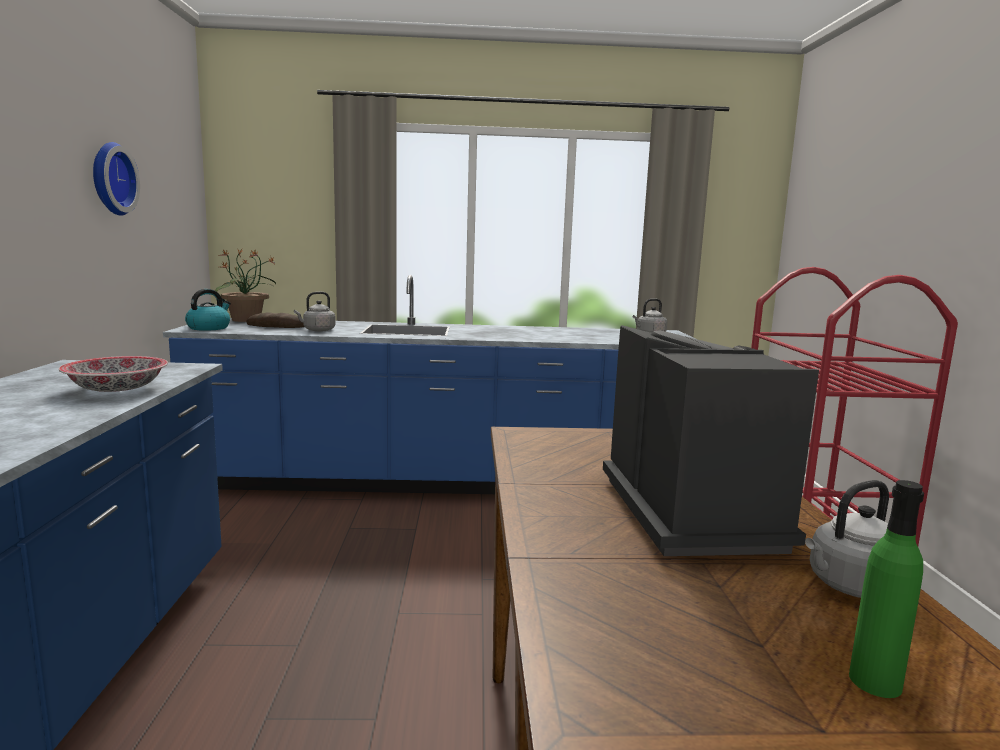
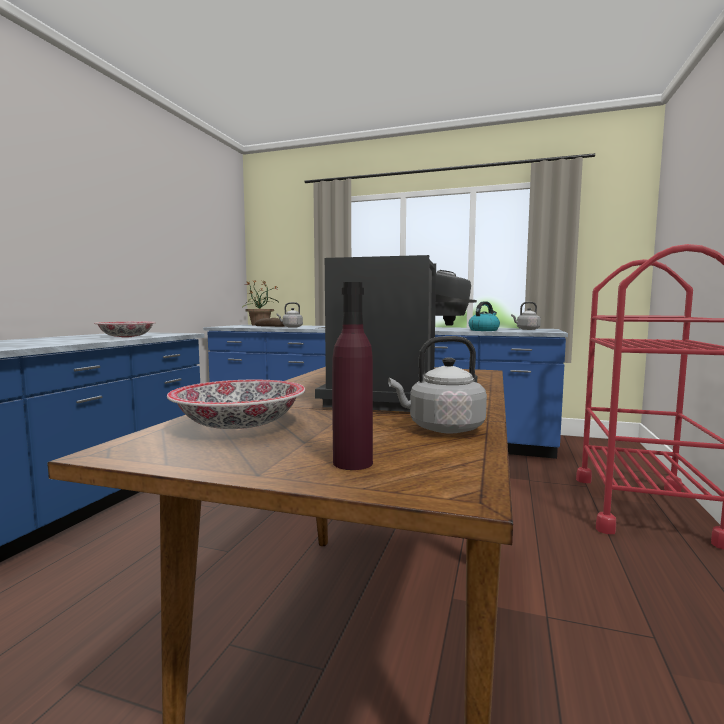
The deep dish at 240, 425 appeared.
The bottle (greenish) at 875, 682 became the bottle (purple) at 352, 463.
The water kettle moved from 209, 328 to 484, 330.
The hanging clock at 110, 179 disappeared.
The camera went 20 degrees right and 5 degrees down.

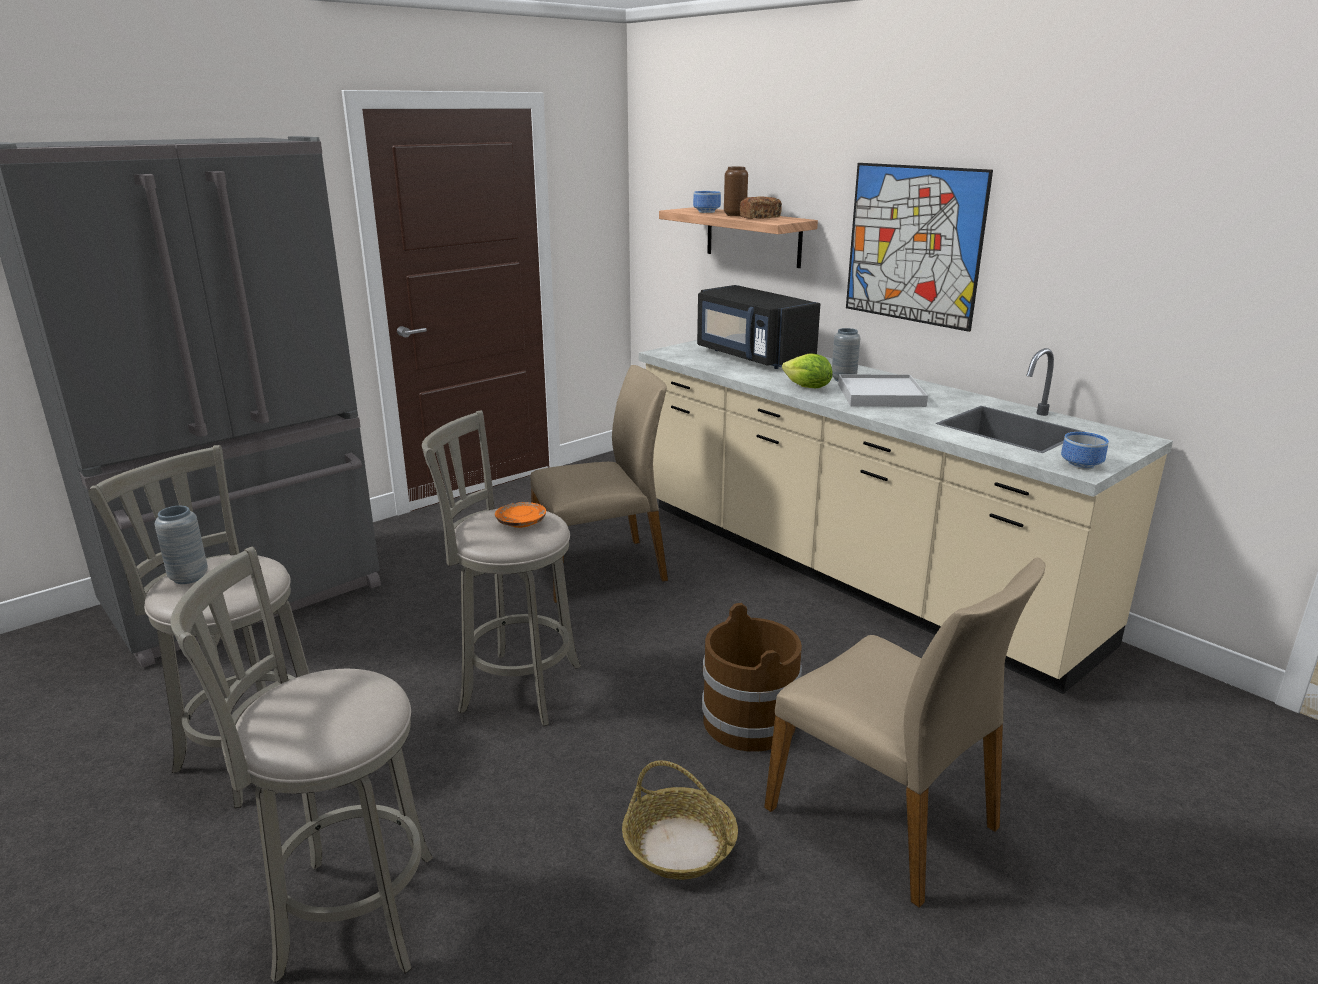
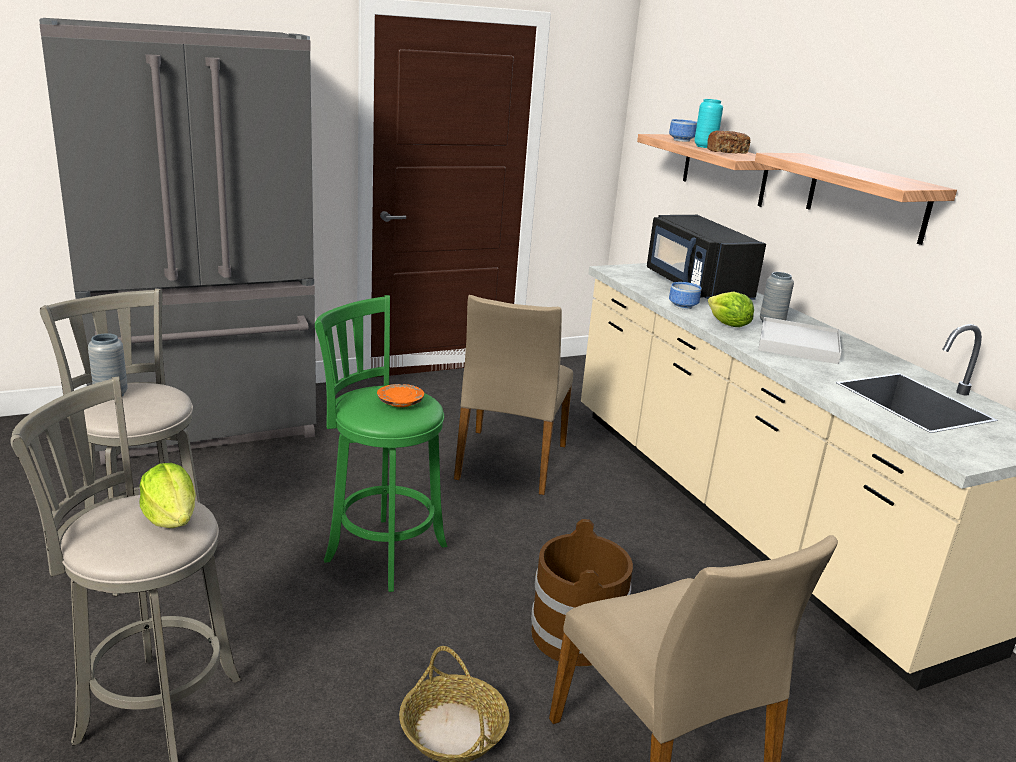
The head of lettuce at 171, 518 appeared.
The sitting stool (gray) at 514, 687 became the sitting stool (greenish) at 381, 551.
The chair (beige) at 600, 568 turned 105 degrees clockwise.
The deep dish moved from 1079, 464 to 682, 306.
The vase (brown) at 735, 215 became the vase (turquoise-coloured) at 705, 146.
The wall picture at 913, 244 was replaced by the shelf at 867, 197.
The camera went 15 degrees right and 0 degrees up.

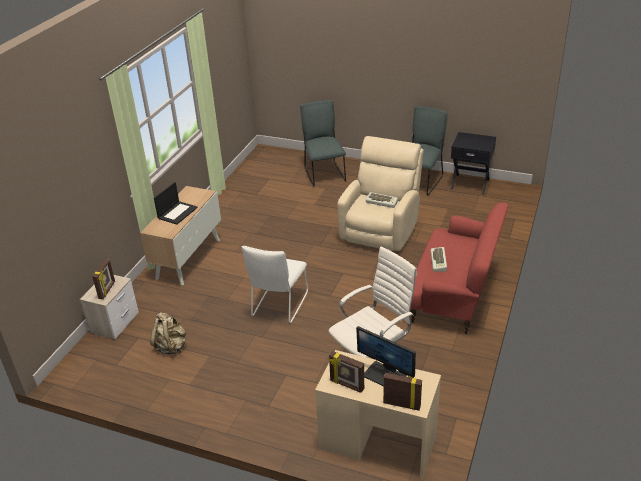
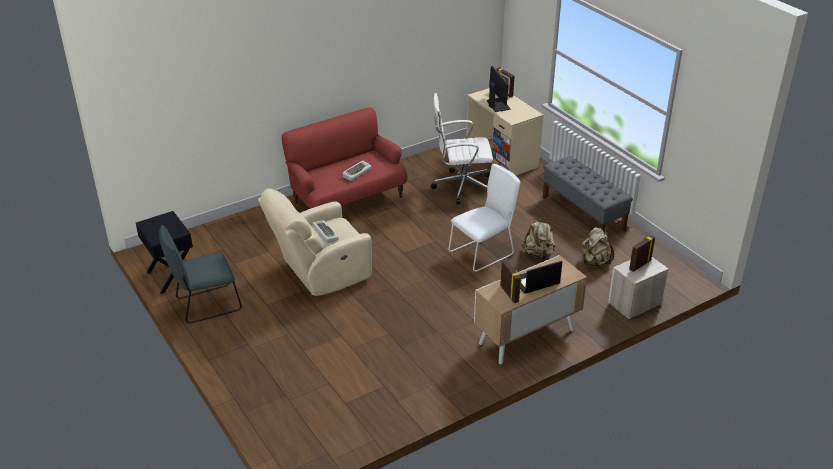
The standing frame moved from 346, 385 to 509, 293.
The rucksack (beige) at 538, 254 appeared.
The long seat (gray) at 583, 214 appeared.
The chair (gray) at 324, 173 disappeared.
The camera went 145 degrees left and 0 degrees up.

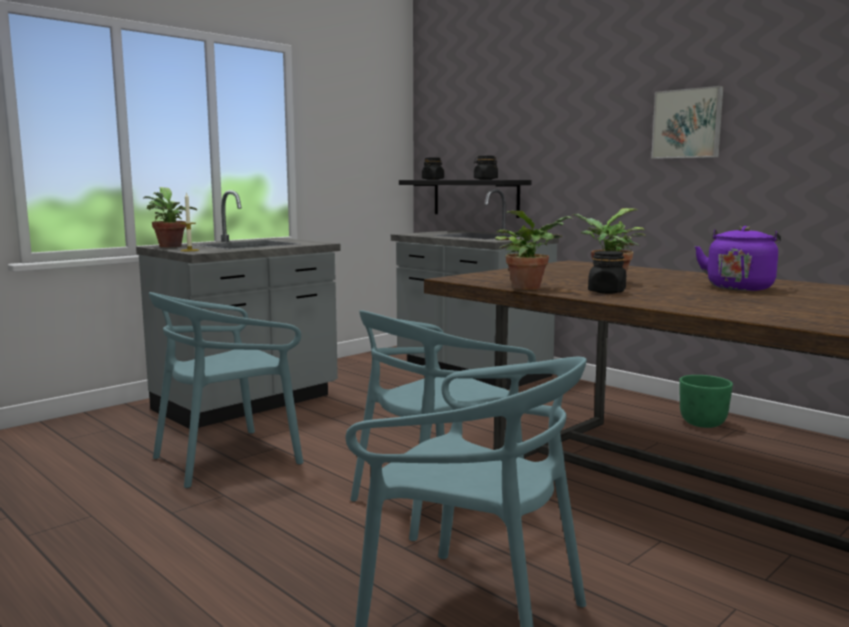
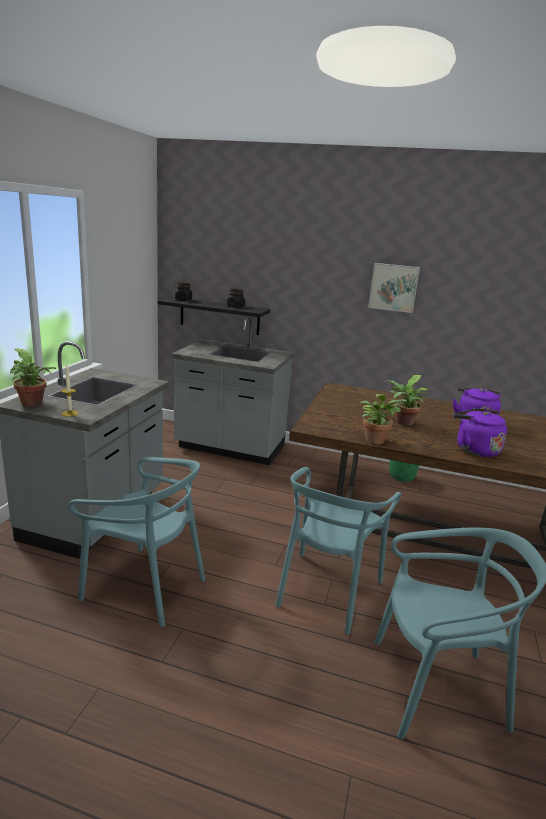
The chair (turquoise-coloured) at 227, 458 turned 90 degrees counterclockwise.
The water kettle (purple) at 474, 449 appeared.
The storage jar (black) at 606, 292 disappeared.
The camera went 30 degrees left and 10 degrees up.

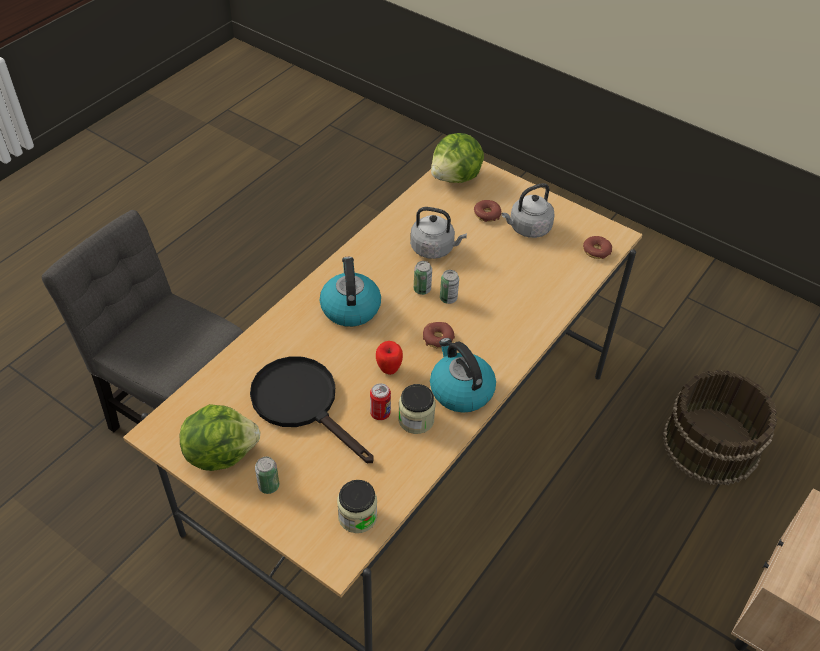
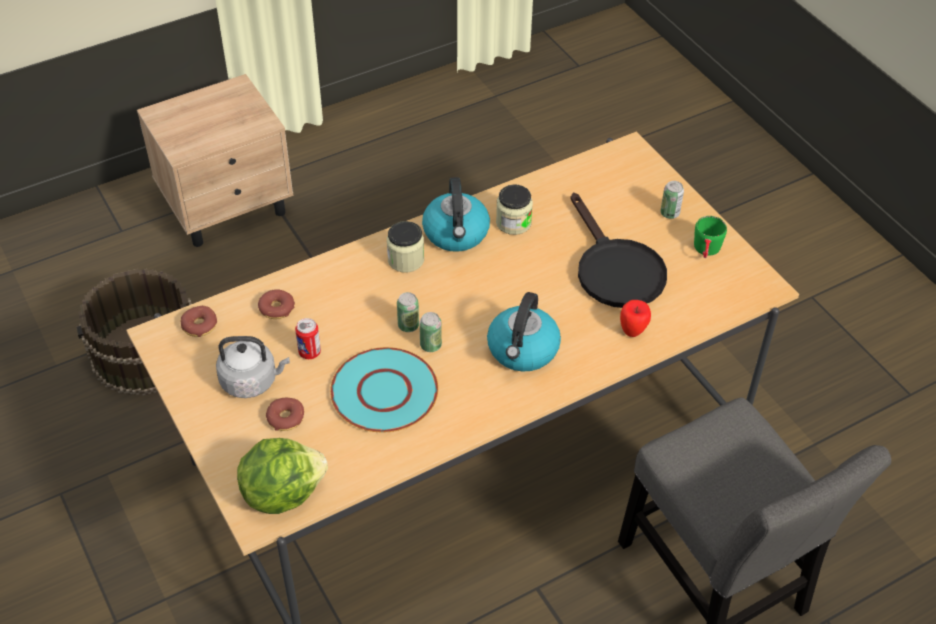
The ring doughnut moved from 438, 338 to 276, 308.
The sealed can moved from 380, 413 to 309, 352.
The water kettle (gray) at 434, 248 was replaced by the plate (turquoise-coloured) at 383, 392.
The storage jar moved from 357, 516 to 406, 260.
The apple moved from 389, 369 to 633, 331.
The head of lettuce at 220, 453 was replaced by the coffee mug (greenish) at 706, 251.
The camera went 155 degrees left and 0 degrees up.

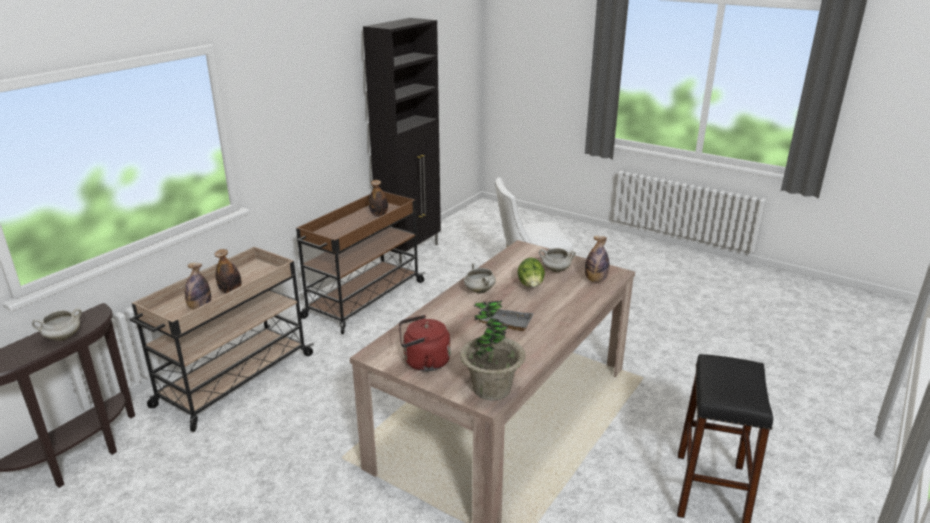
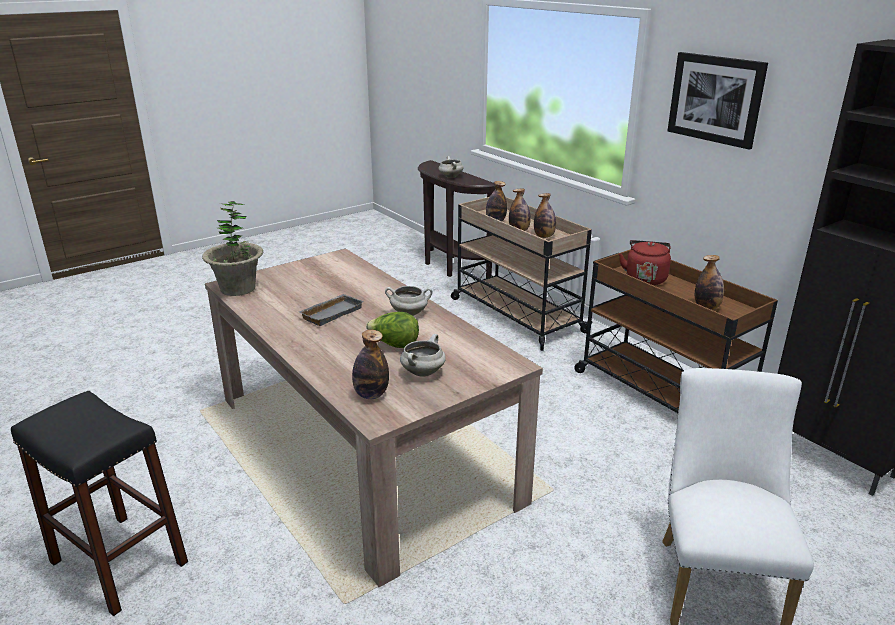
The bottle at 544, 236 appeared.
The water kettle (reddish) moved from 423, 362 to 645, 278.
The wall picture at 715, 99 appeared.
The camera went 110 degrees right and 0 degrees up.

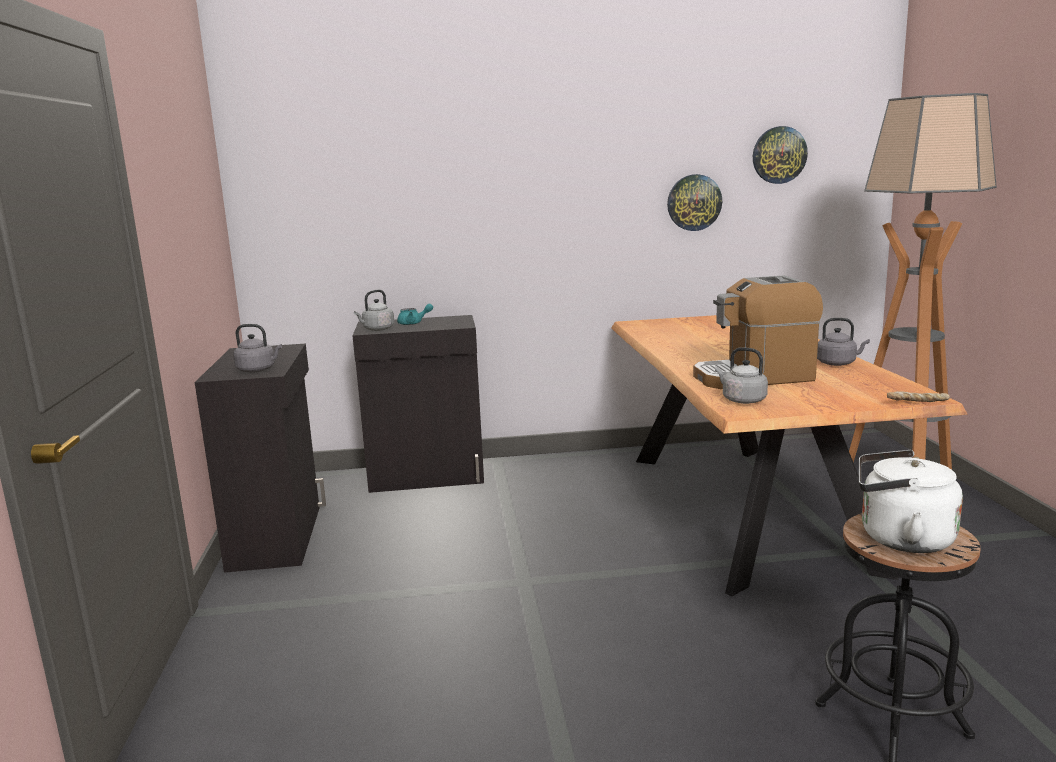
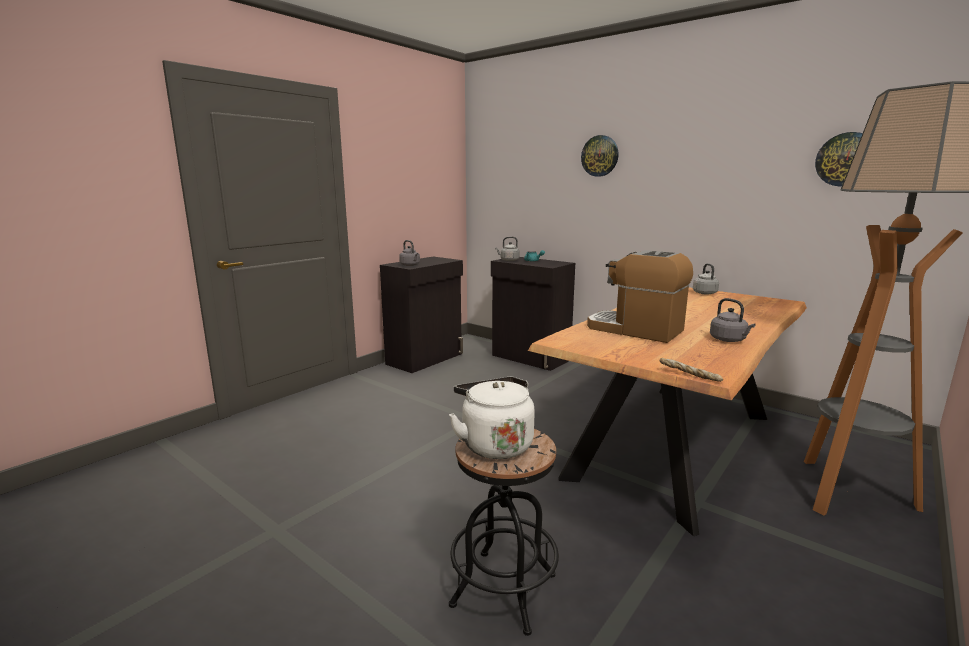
The hanging clock moved from 694, 202 to 600, 156.
The water kettle (gray) moved from 741, 400 to 704, 293.
The camera went 45 degrees right and 0 degrees up.

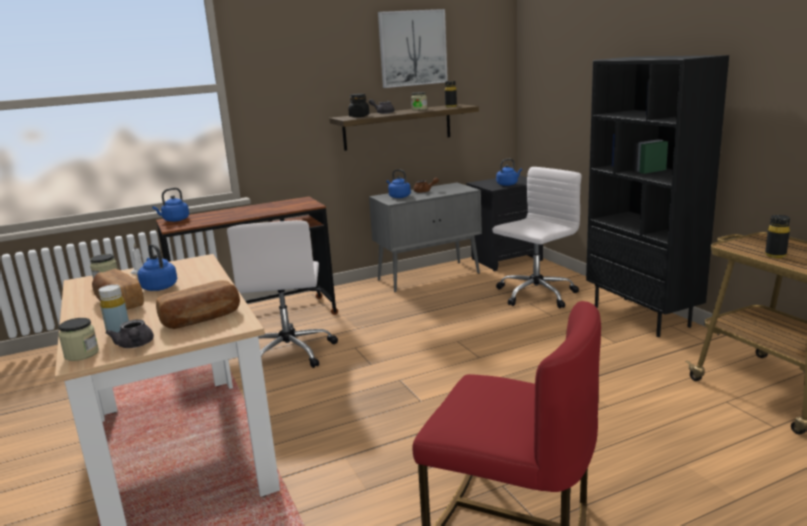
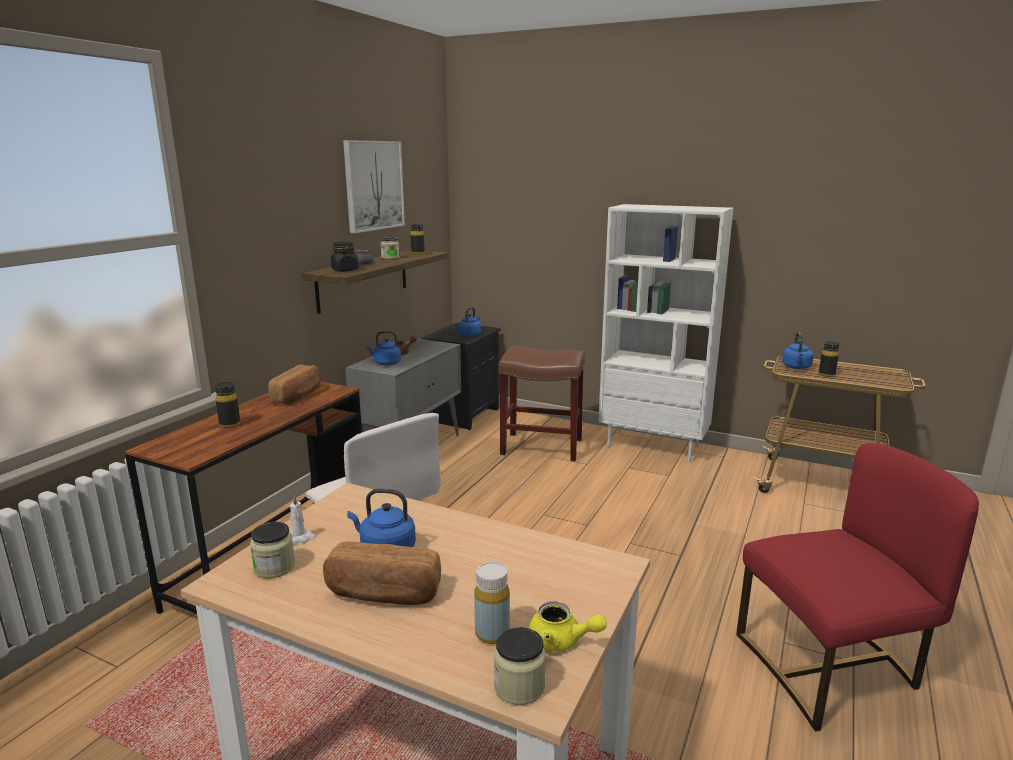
The bottle (black) at 230, 424 appeared.
The bread moved from 201, 319 to 298, 395.
The desk chair (whitish) at 535, 295 was replaced by the sitting stool (brown) at 542, 446.
The tea pot (gray) at 135, 345 became the tea pot (yellowish) at 561, 641.
The bookcase (black) at 642, 316 became the bookcase (whitish) at 653, 446.
The water kettle (bluish) moved from 174, 220 to 796, 367.
The camera went 40 degrees left and 0 degrees up.

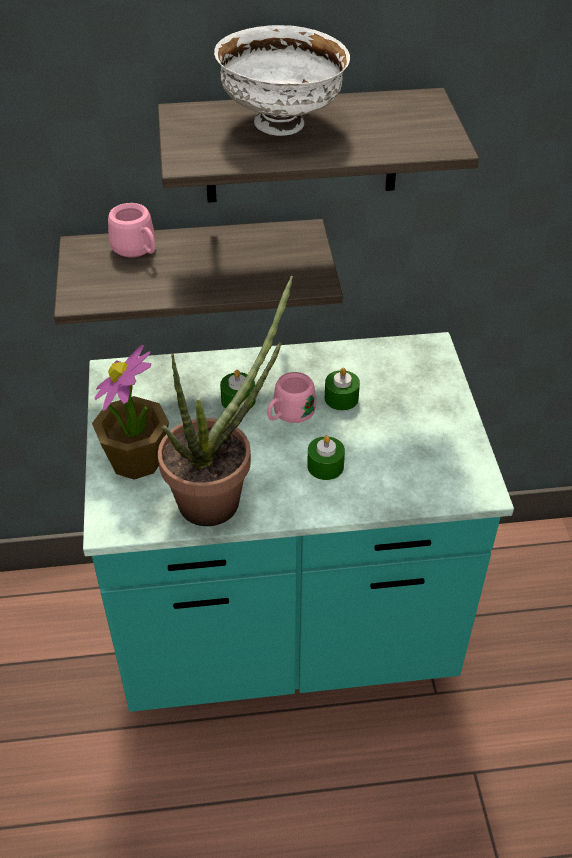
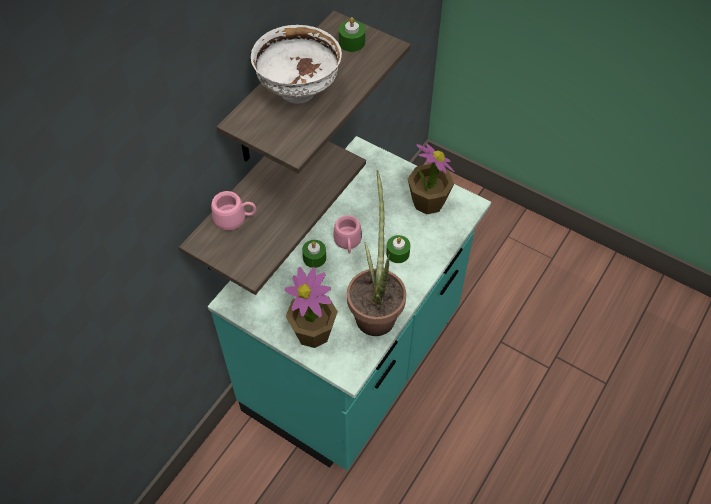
The wax candle (greenish) moved from 341, 398 to 352, 42.
The houseplant at 428, 201 appeared.
The camera went 50 degrees left and 10 degrees up.

